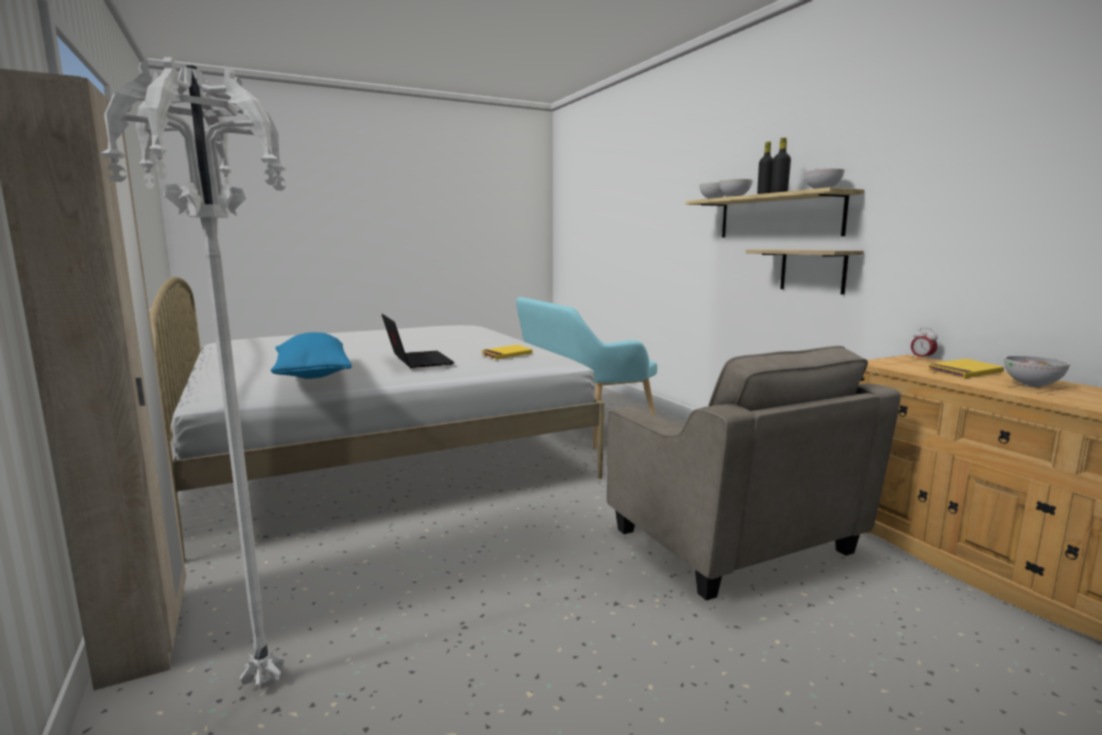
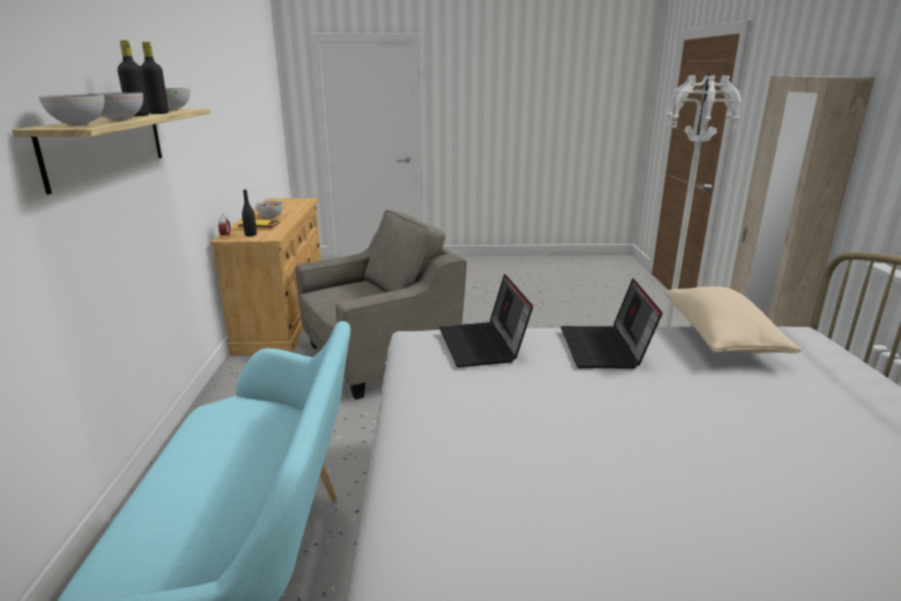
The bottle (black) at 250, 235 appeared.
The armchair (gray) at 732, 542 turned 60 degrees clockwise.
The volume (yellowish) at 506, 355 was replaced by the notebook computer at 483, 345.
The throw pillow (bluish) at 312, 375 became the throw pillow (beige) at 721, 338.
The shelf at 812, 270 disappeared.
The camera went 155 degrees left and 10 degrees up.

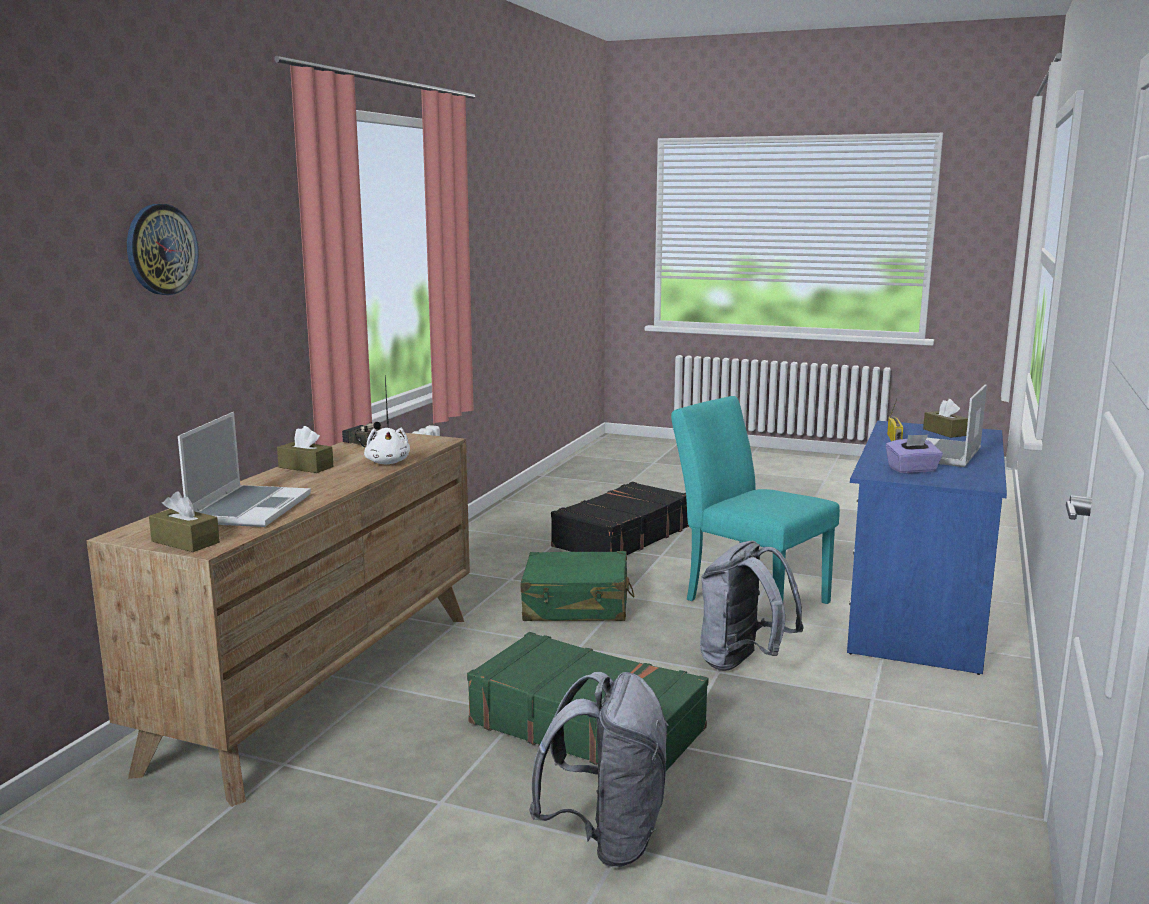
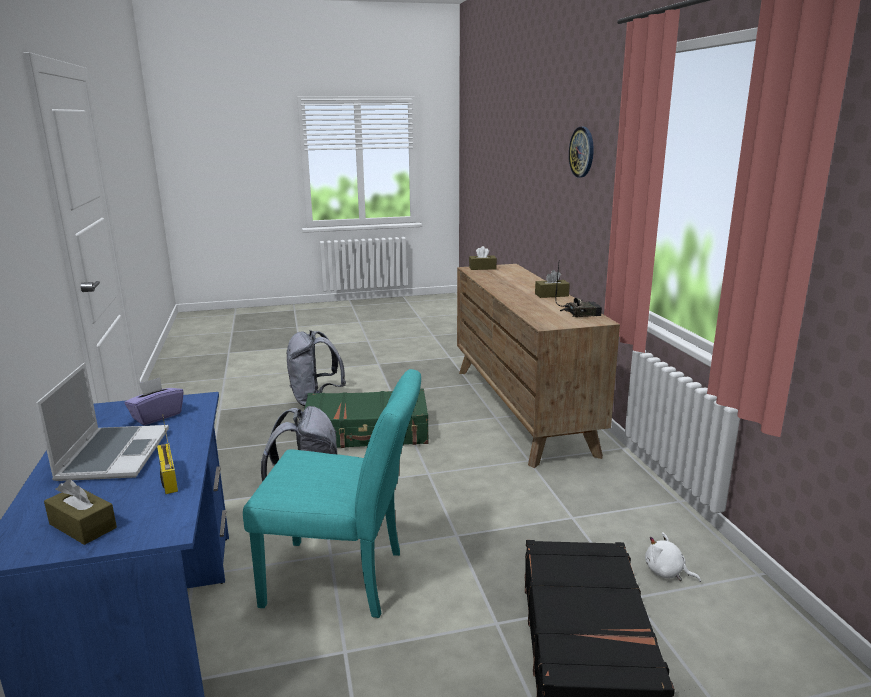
The soft toy (whitish) moved from 388, 462 to 666, 572.
The notebook computer at 249, 508 disappeared.
The suitcase (greenish) at 576, 605 disappeared.
The camera went 145 degrees right and 5 degrees up.

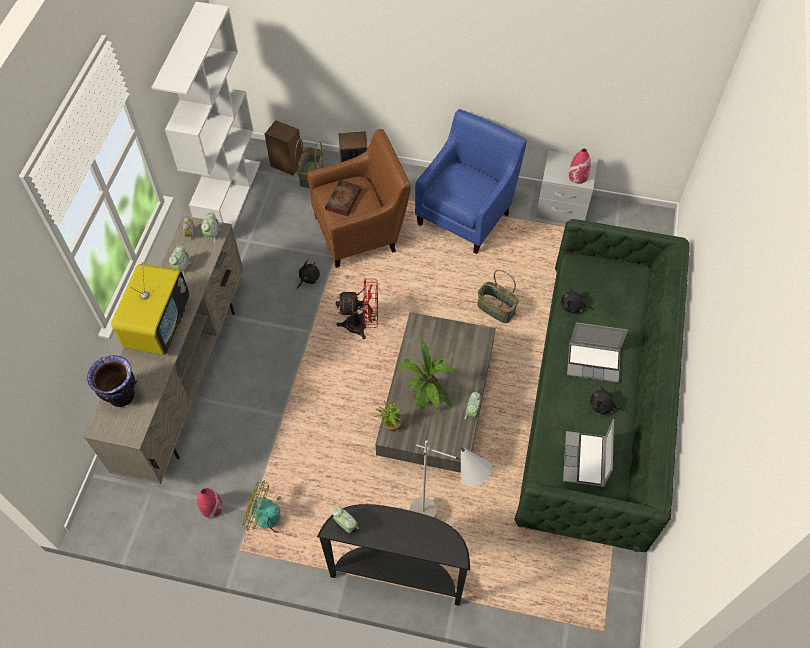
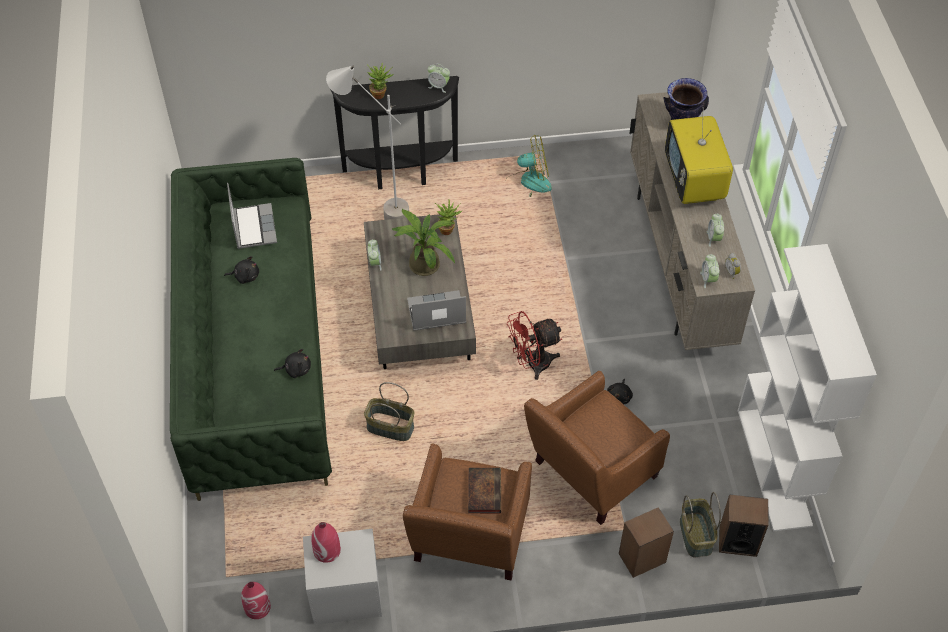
The vase (reddish) moved from 211, 507 to 257, 607.
The houseplant at 381, 94 appeared.
The armchair (bluish) at 466, 214 became the armchair (brown) at 468, 541.
The notebook computer moved from 594, 362 to 435, 313.
The volume moved from 343, 200 to 484, 491.
The camera went 160 degrees right and 5 degrees down.

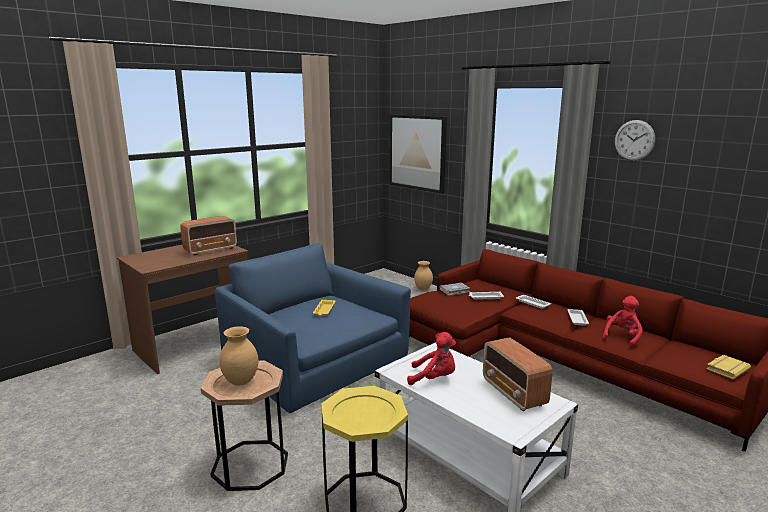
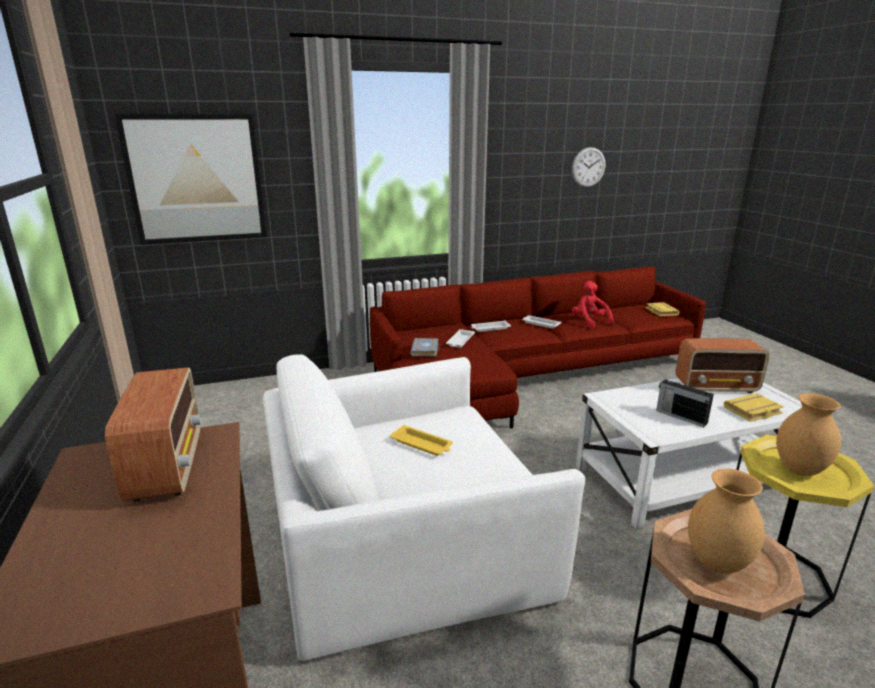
The armchair (bluish) at 312, 361 became the armchair (whitish) at 405, 539.
The hanging clock moved from 634, 140 to 588, 167.
The soft toy (reddish) at 434, 378 was replaced by the radio at 680, 416.
The volume (yellowish) at 753, 411 appeared.
The vase (brown) moved from 423, 289 to 799, 469.
The camera went 65 degrees left and 5 degrees up.

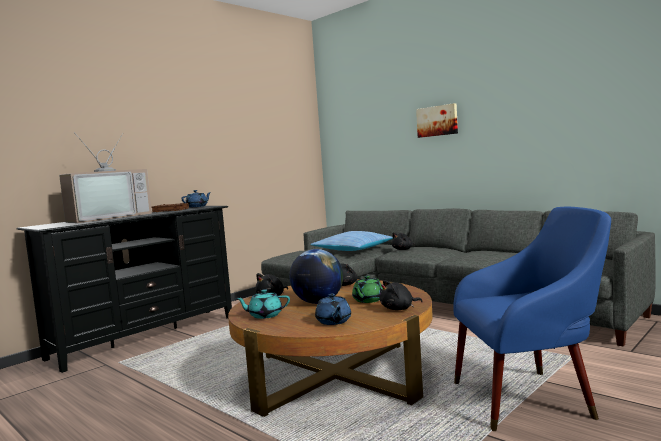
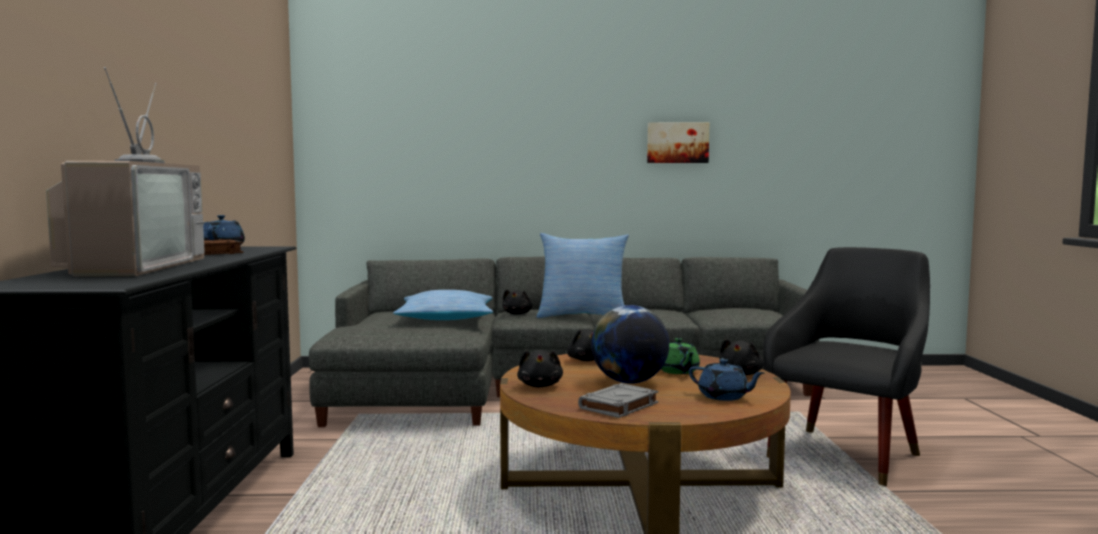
The throw pillow at 582, 316 appeared.
The tea pot (turquoise-coloured) at 265, 315 was replaced by the volume (gray) at 618, 406.
The wall picture moved from 437, 121 to 677, 143.
The armchair (bluish) at 530, 398 became the armchair (black) at 847, 453.
The camera went 45 degrees left and 0 degrees up.

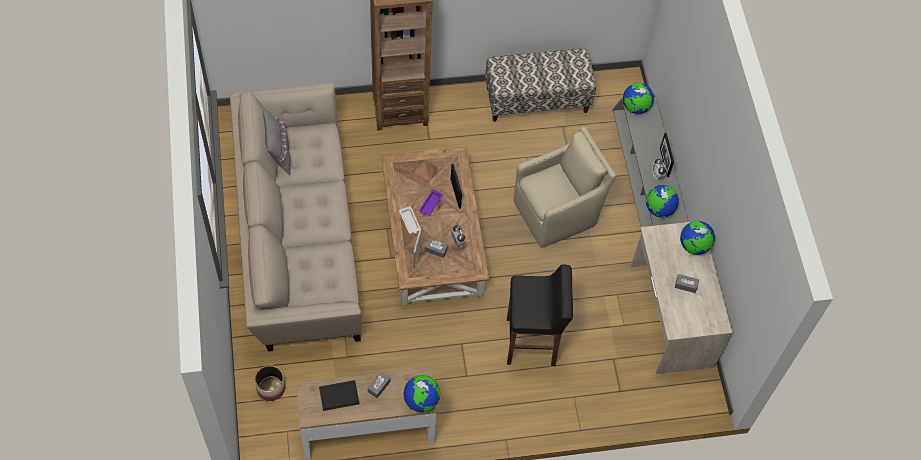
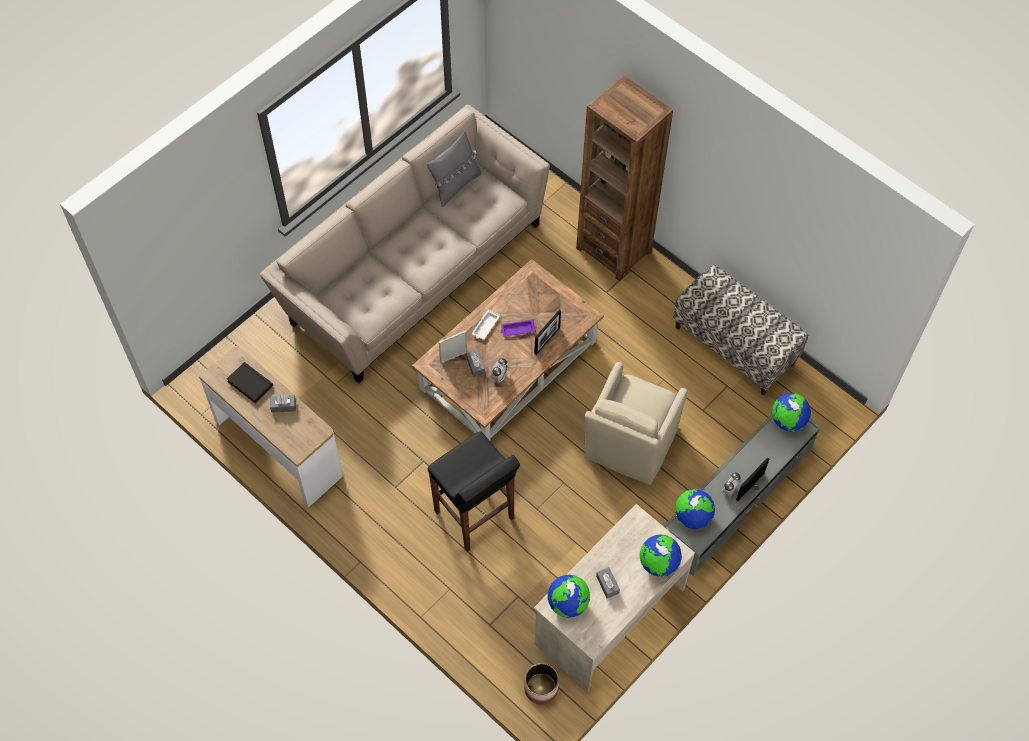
The planter moved from 270, 388 to 541, 688.
The desk globe moved from 421, 400 to 568, 603.
The armchair (beige) at 557, 212 turned 90 degrees clockwise.
The camera went 55 degrees right and 0 degrees up.

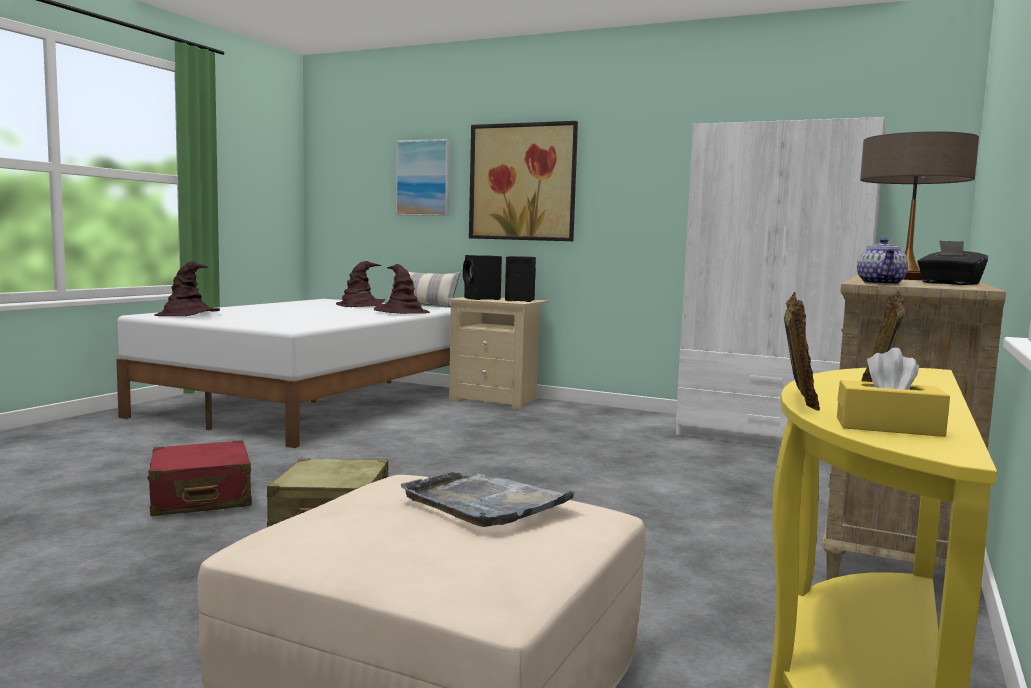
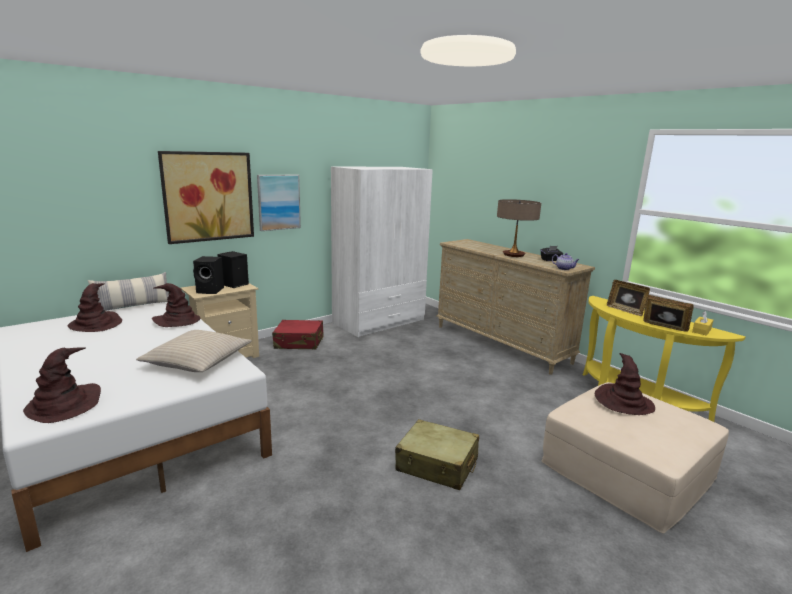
The throw pillow (beige) at 197, 361 appeared.
The wall picture moved from 423, 178 to 278, 202.
The suitcase (reddish) moved from 201, 498 to 299, 342.
The carrying tray (gray) at 486, 503 was replaced by the hat (brown) at 623, 402.
The camera went 65 degrees left and 10 degrees up.

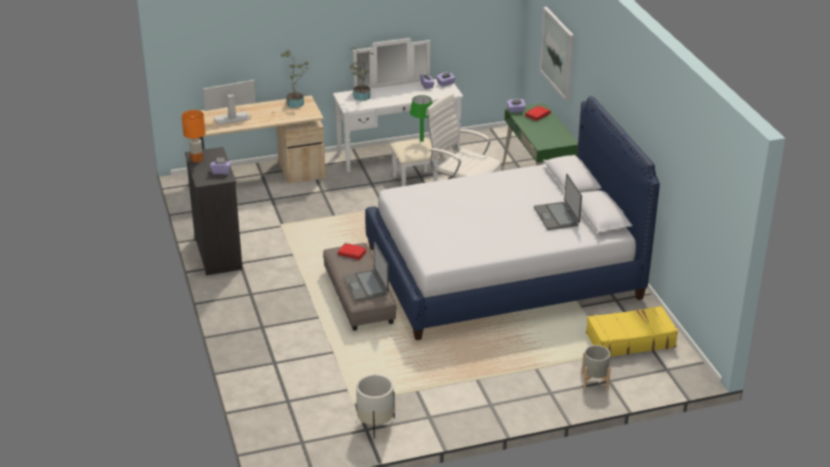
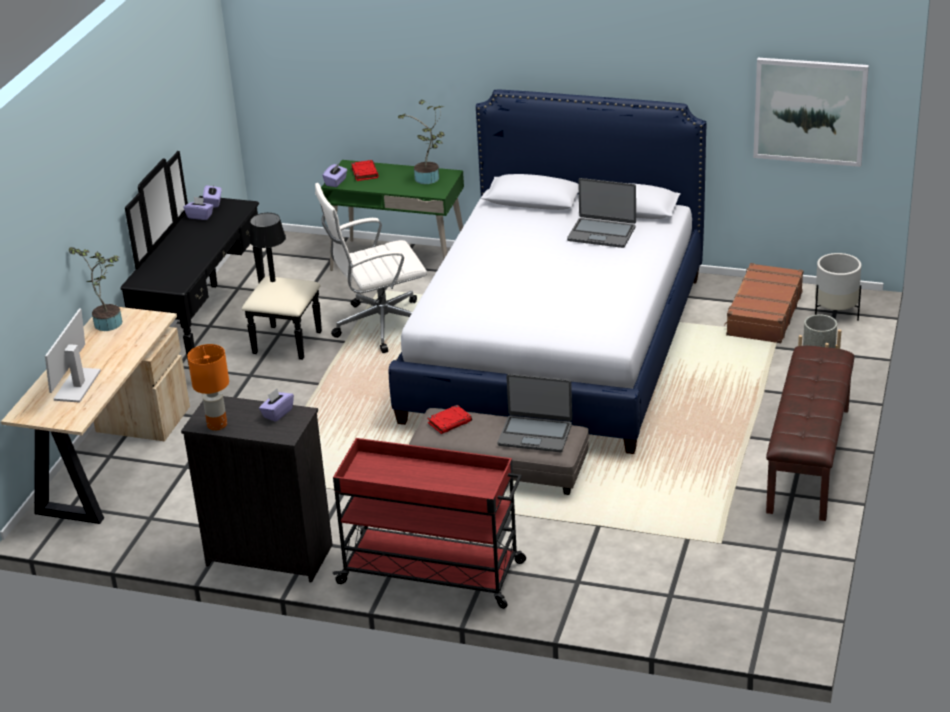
The dresser (whitish) at 402, 160 became the dresser (black) at 224, 334.
The table lamp (greenish) at 421, 140 became the table lamp (black) at 272, 280.
The wheeled cart (reddish) at 433, 573 appeared.
The houseplant moved from 361, 97 to 429, 179.
The suitcase (yellowish) at 630, 340 became the suitcase (brown) at 763, 314.
The wall picture moved from 557, 53 to 810, 111.
The long seat (brown) at 810, 459 appeared.
The planter (whitish) moved from 375, 424 to 835, 313.
The camera went 55 degrees left and 0 degrees up.

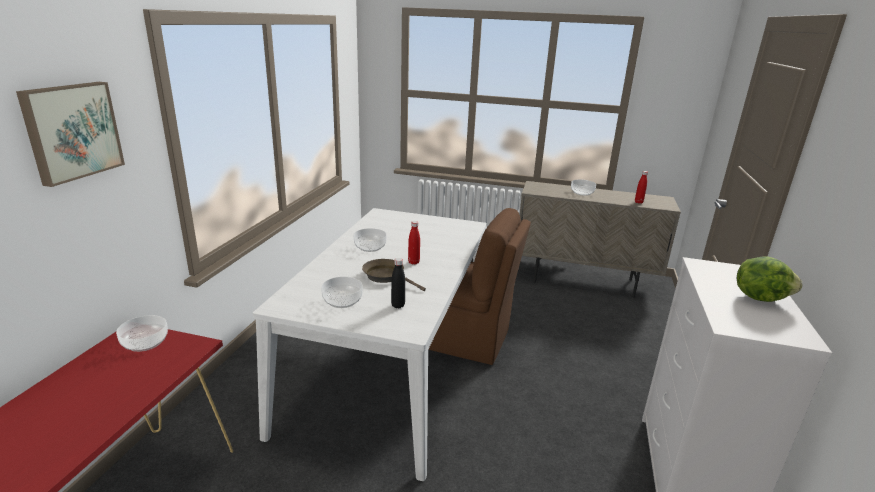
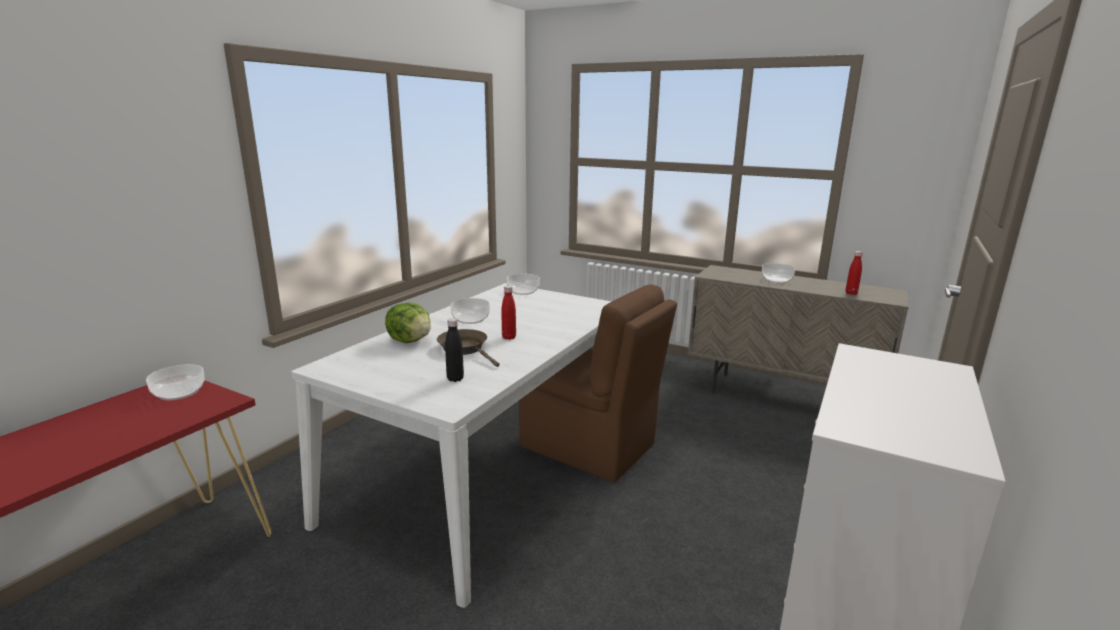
The head of lettuce moved from 760, 297 to 410, 340.
The deep dish moved from 342, 301 to 523, 291.
The wall picture at 71, 131 disappeared.
The camera went 15 degrees right and 5 degrees down.

